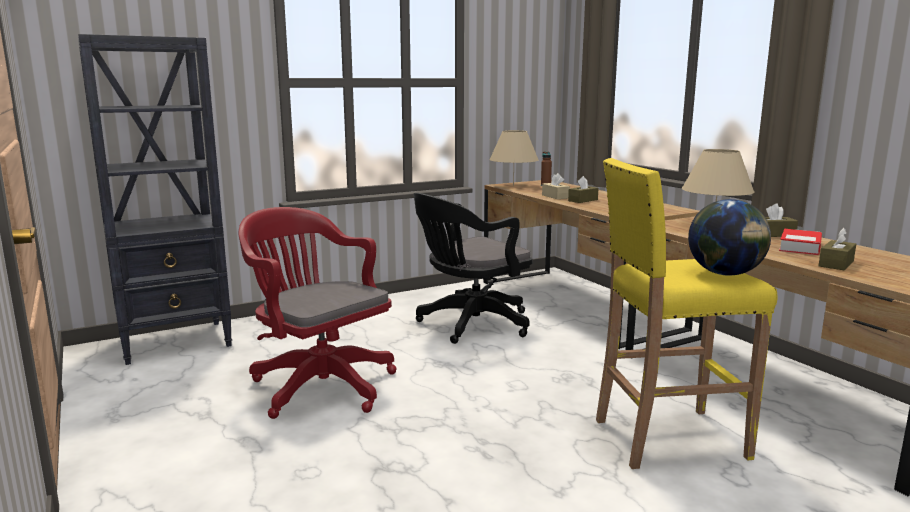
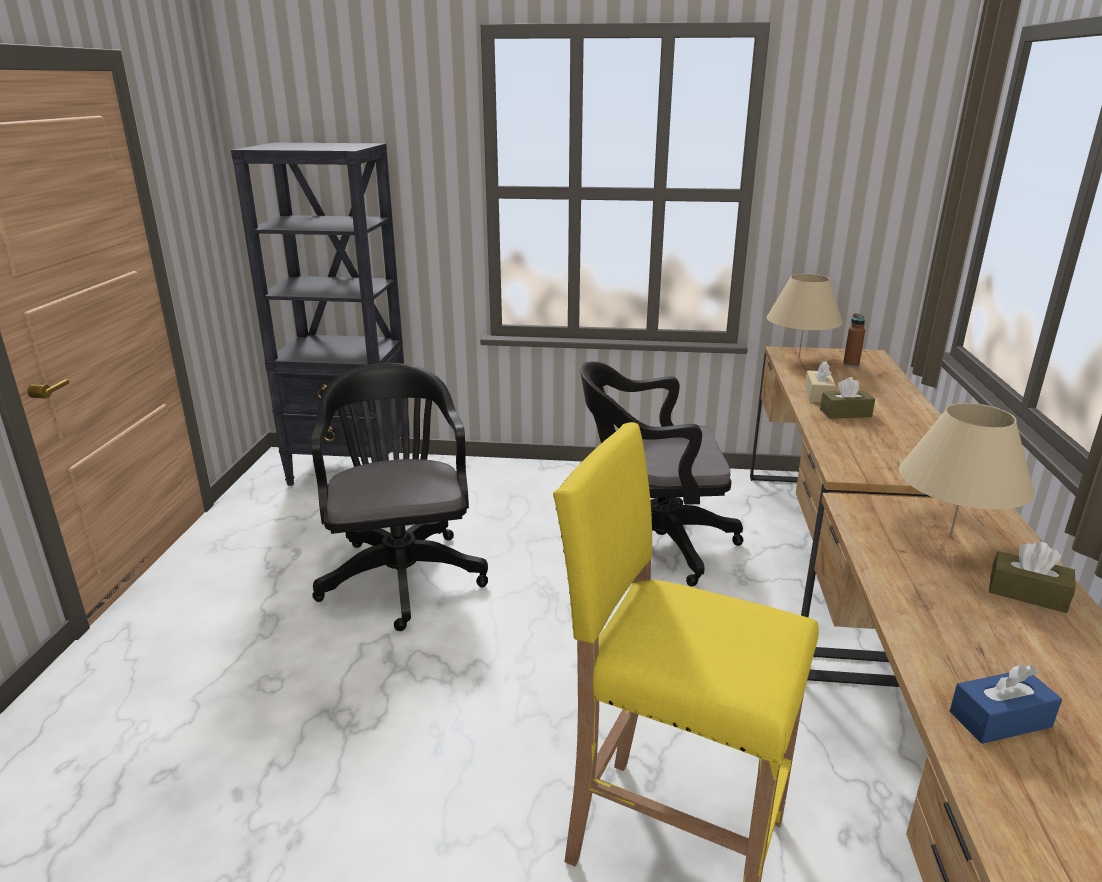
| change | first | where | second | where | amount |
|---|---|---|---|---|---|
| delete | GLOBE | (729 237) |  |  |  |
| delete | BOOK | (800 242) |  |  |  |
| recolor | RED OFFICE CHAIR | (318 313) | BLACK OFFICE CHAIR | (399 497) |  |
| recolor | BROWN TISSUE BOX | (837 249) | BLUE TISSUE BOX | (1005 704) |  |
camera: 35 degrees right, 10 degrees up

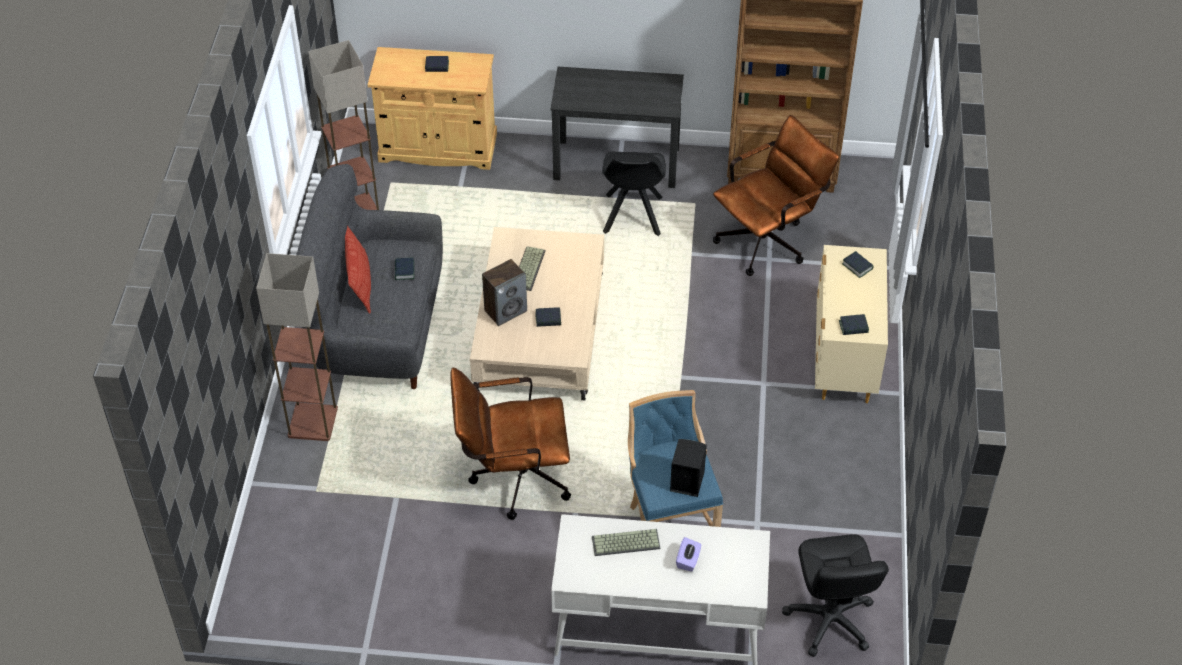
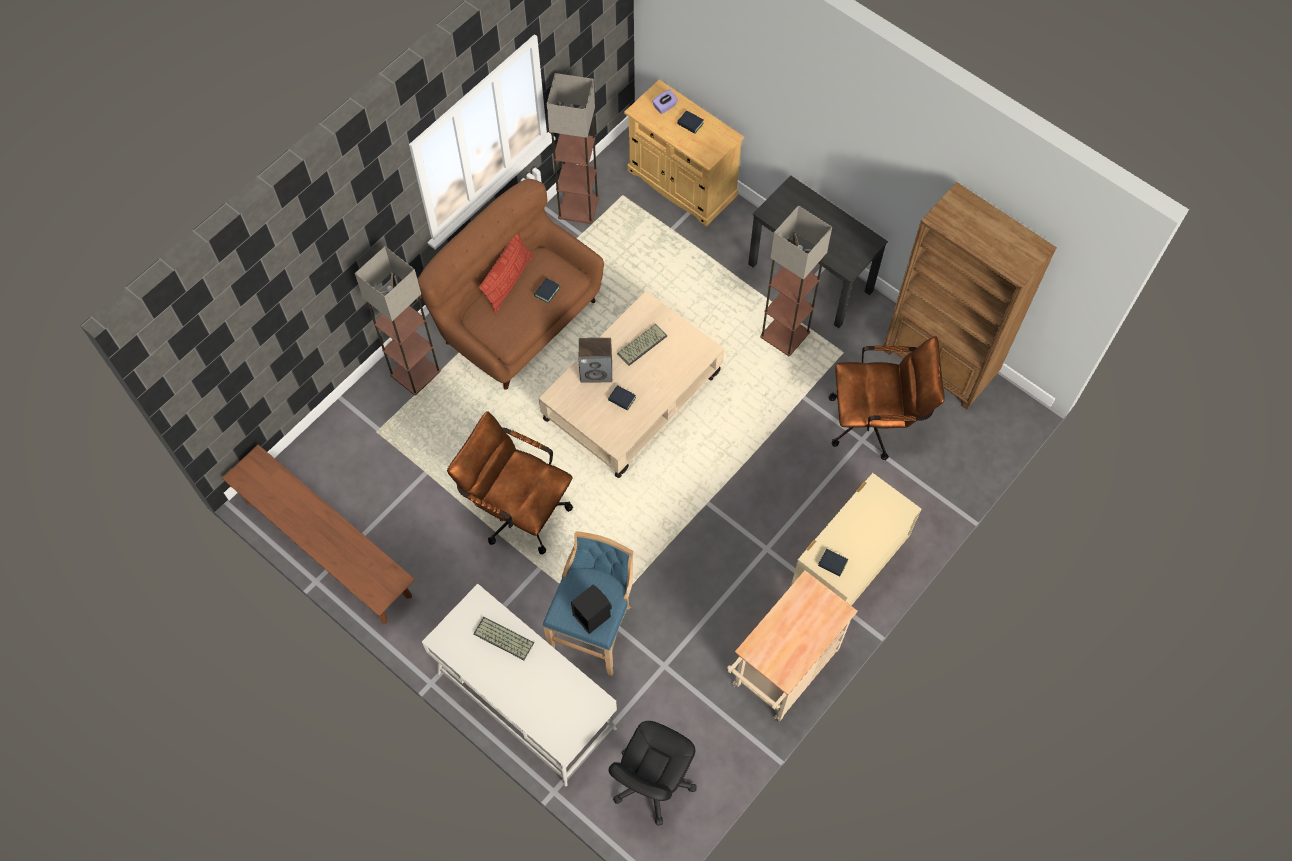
| change | first | where | second | where | amount |
|---|---|---|---|---|---|
| delete | BOOK | (858 264) |  |  |  |
| insert |  |  | BROWN BENCH | (318 534) |  |
| insert |  |  | BEIGE CART | (792 646) |  |
| move | PURPLE TISSUE BOX | (689 554) |  | (665 102) |  |
| replace | BLACK CHAIR | (634 193) | FLOOR LAMP | (796 280) |  |
| recolor | GREY SOFA | (369 276) | BROWN SOFA | (511 284) |  |
camera: 35 degrees right, 15 degrees up

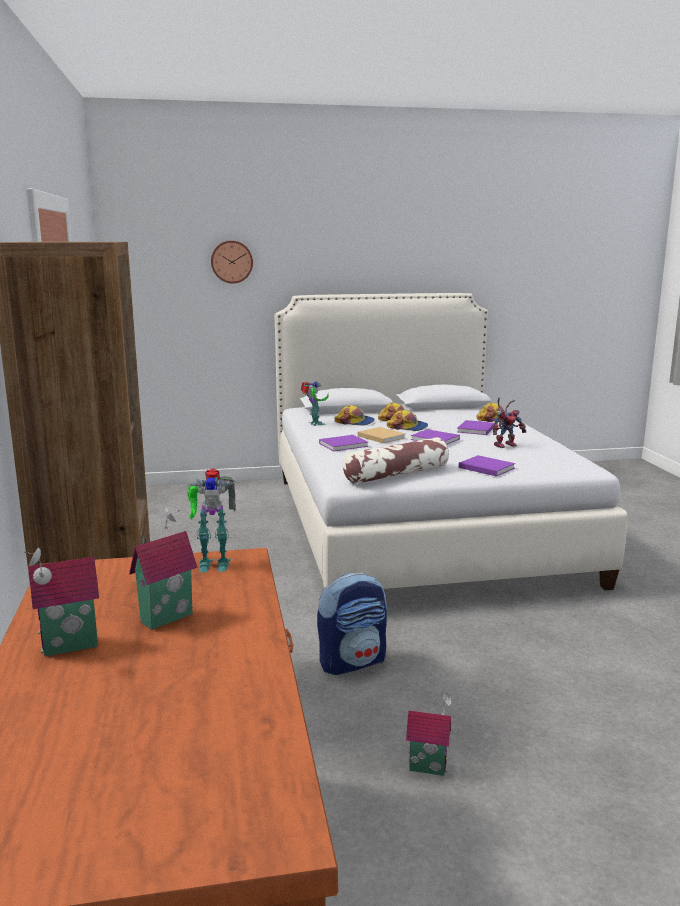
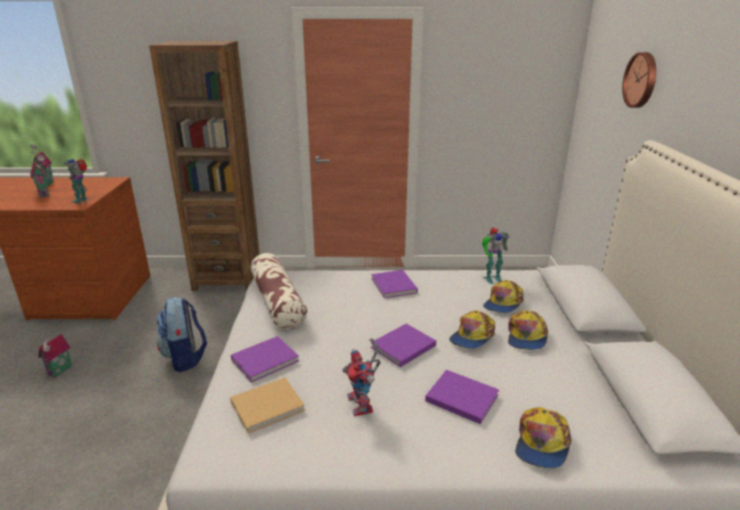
| change | first | where | second | where | amount |
|---|---|---|---|---|---|
| move | BEIGE BOOK | (381 435) |  | (267 406) |  |
camera: 100 degrees right, 10 degrees up

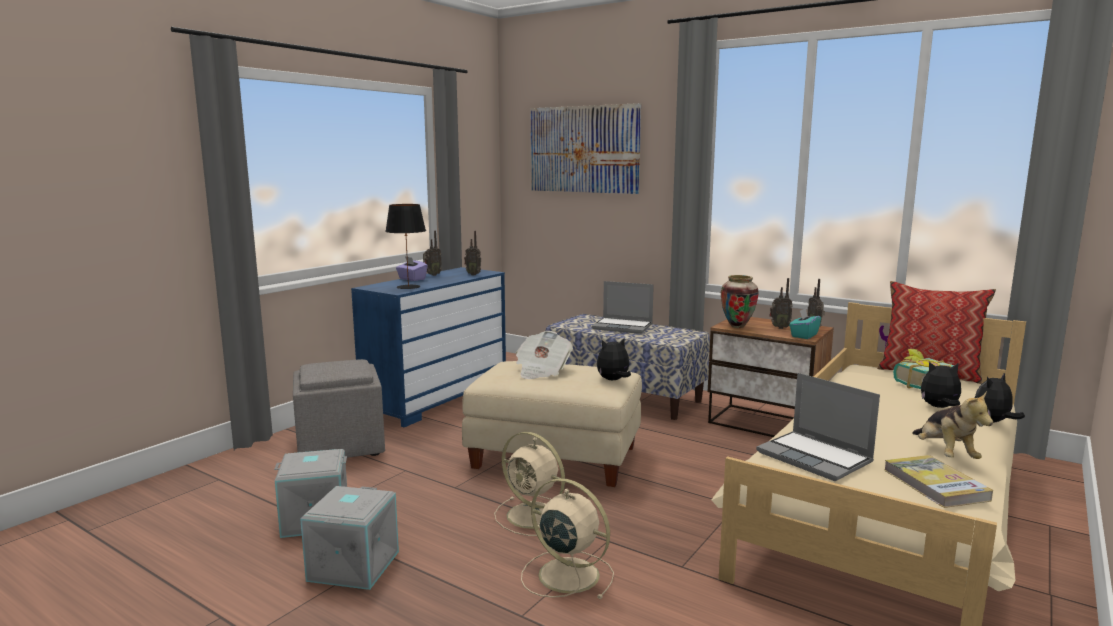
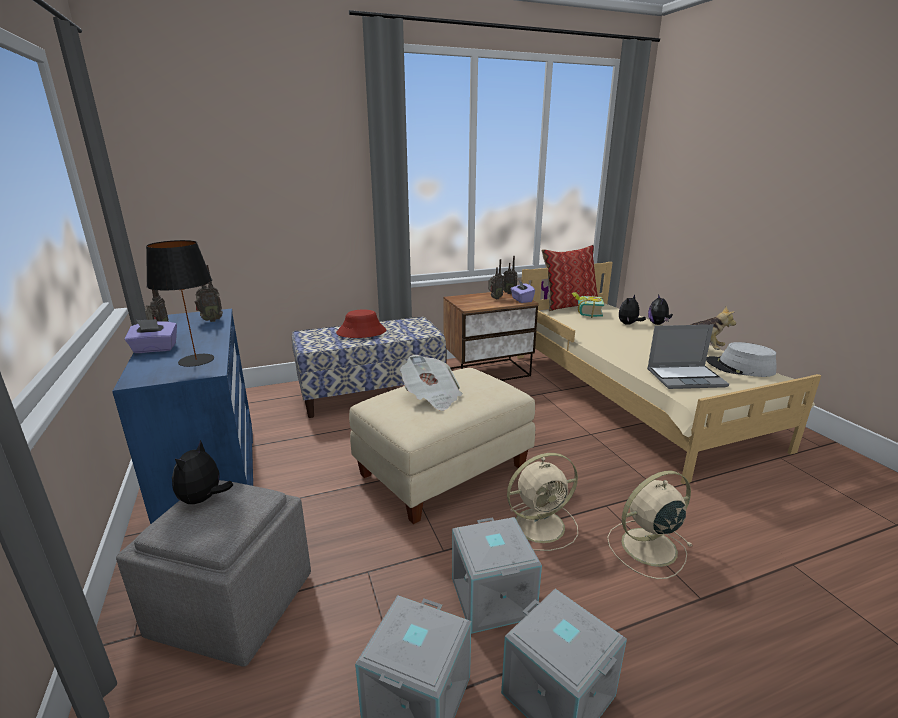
| change | first | where | second | where | amount |
|---|---|---|---|---|---|
| delete | PICTURE | (585 148) |  |  |  |
| delete | VASE | (740 301) |  |  |  |
| insert |  |  | GREY STORAGE BOX | (497 575) |  |
| move | PLUSH TOY | (614 359) |  | (202 472) |  |
| replace | LAPTOP | (623 307) | RED HAT | (361 324) |  |
| replace | BOOK | (938 481) | GREY HAT | (741 359) |  |
| recolor | TURQUOISE TISSUE BOX | (805 323) | PURPLE TISSUE BOX | (522 292) |  |
camera: 55 degrees left, 10 degrees up

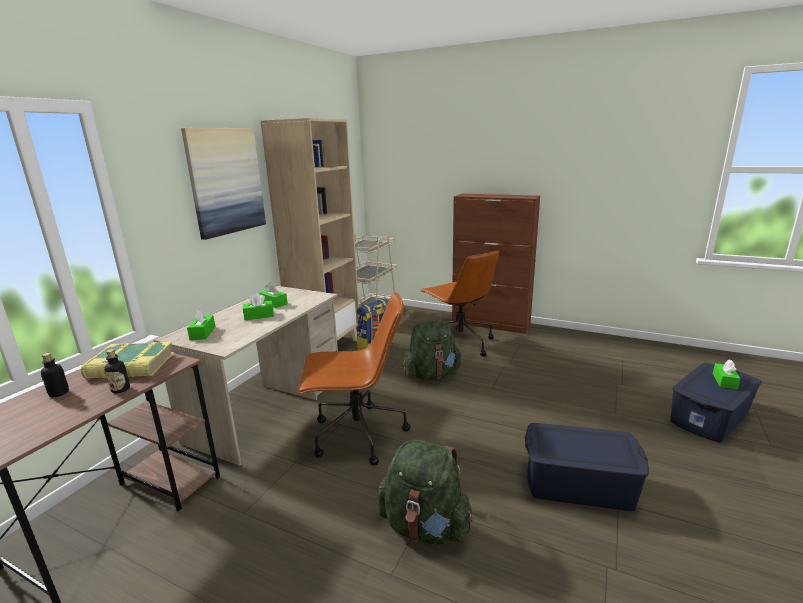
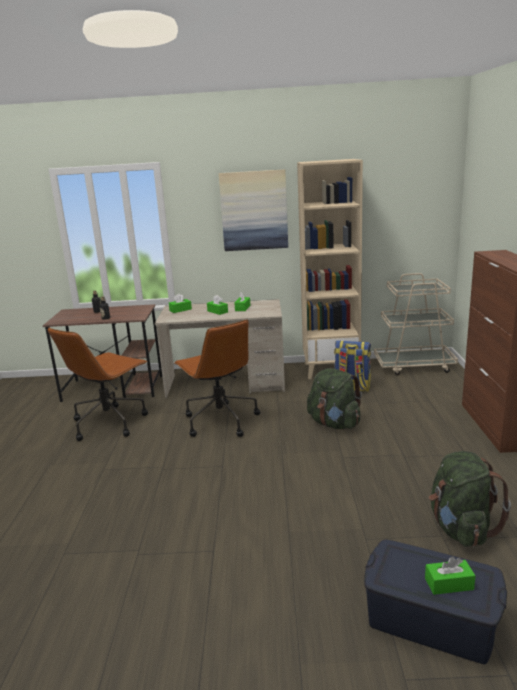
| change | first | where | second | where | amount |
|---|---|---|---|---|---|
| delete | BOOK | (127 360) |  |  |  |
| delete | BLUE STORAGE BOX | (587 467) |  |  |  |
| move | GREEN BACKPACK | (425 492) |  | (470 499) |  |
| move | BROWN OFFICE CHAIR | (459 303) |  | (98 384) |  |
camera: 65 degrees right, 0 degrees up

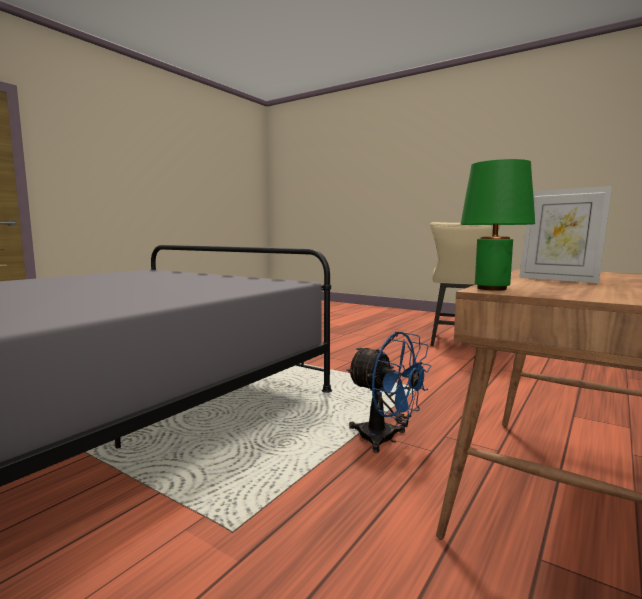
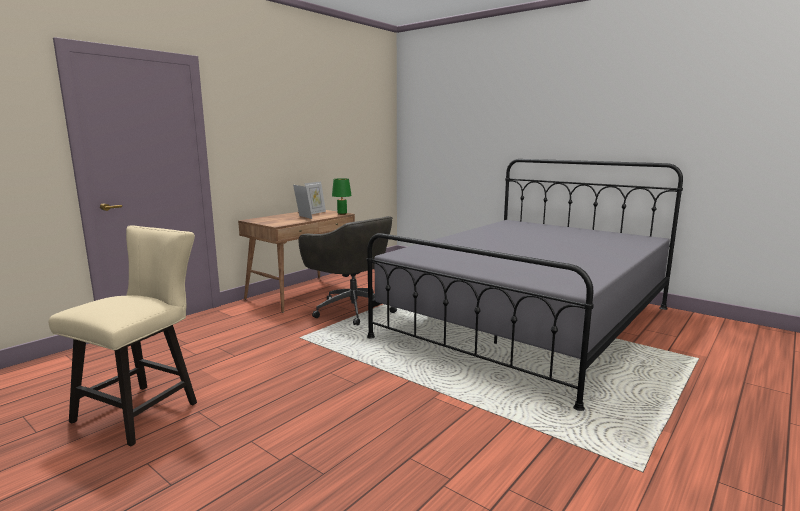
| change | first | where | second | where | amount |
|---|---|---|---|---|---|
| insert |  |  | PICTURE FRAME | (315 197) |  |
| replace | BLUE FAN | (388 392) | GREY OFFICE CHAIR | (348 271) |  |
camera: 175 degrees left, 5 degrees up

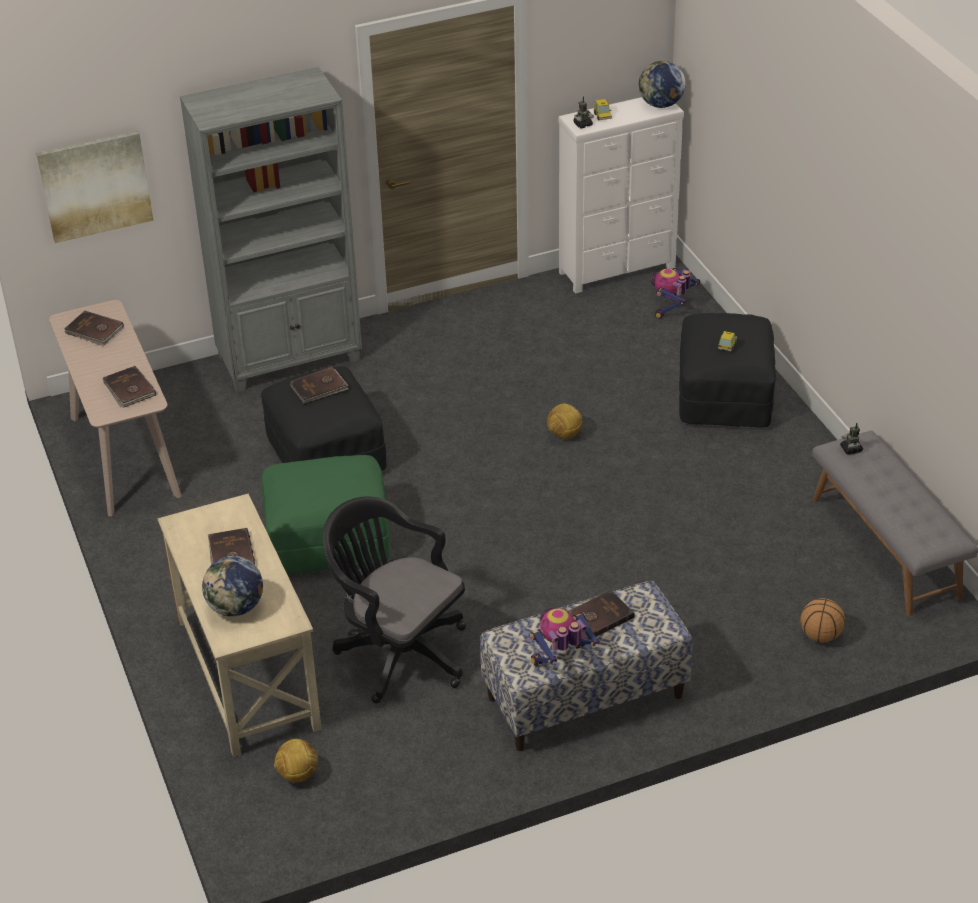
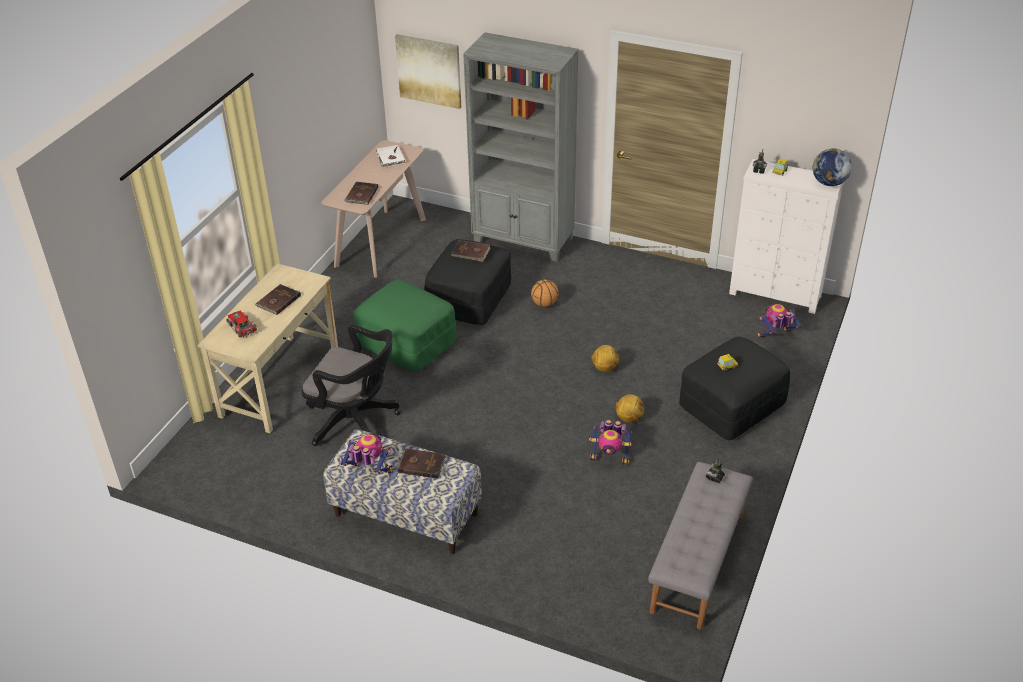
| change | first | where | second | where | amount |
|---|---|---|---|---|---|
| insert |  |  | TOY ROBOT | (610 442) |  |
| move | FOOTBALL | (296 761) |  | (630 408) |  |
| move | BASKETBALL | (822 620) |  | (545 293) |  |
| replace | GLOBE | (232 586) | TOY CAR | (241 324) |  |
| recolor | BROWN BOOK | (94 328) | WHITE BOOK | (391 156) |  |
| rotate | BLACK OFFICE CHAIR | (394 600) |  | (351 385) | 120 degrees clockwise |
camera: 45 degrees right, 0 degrees up

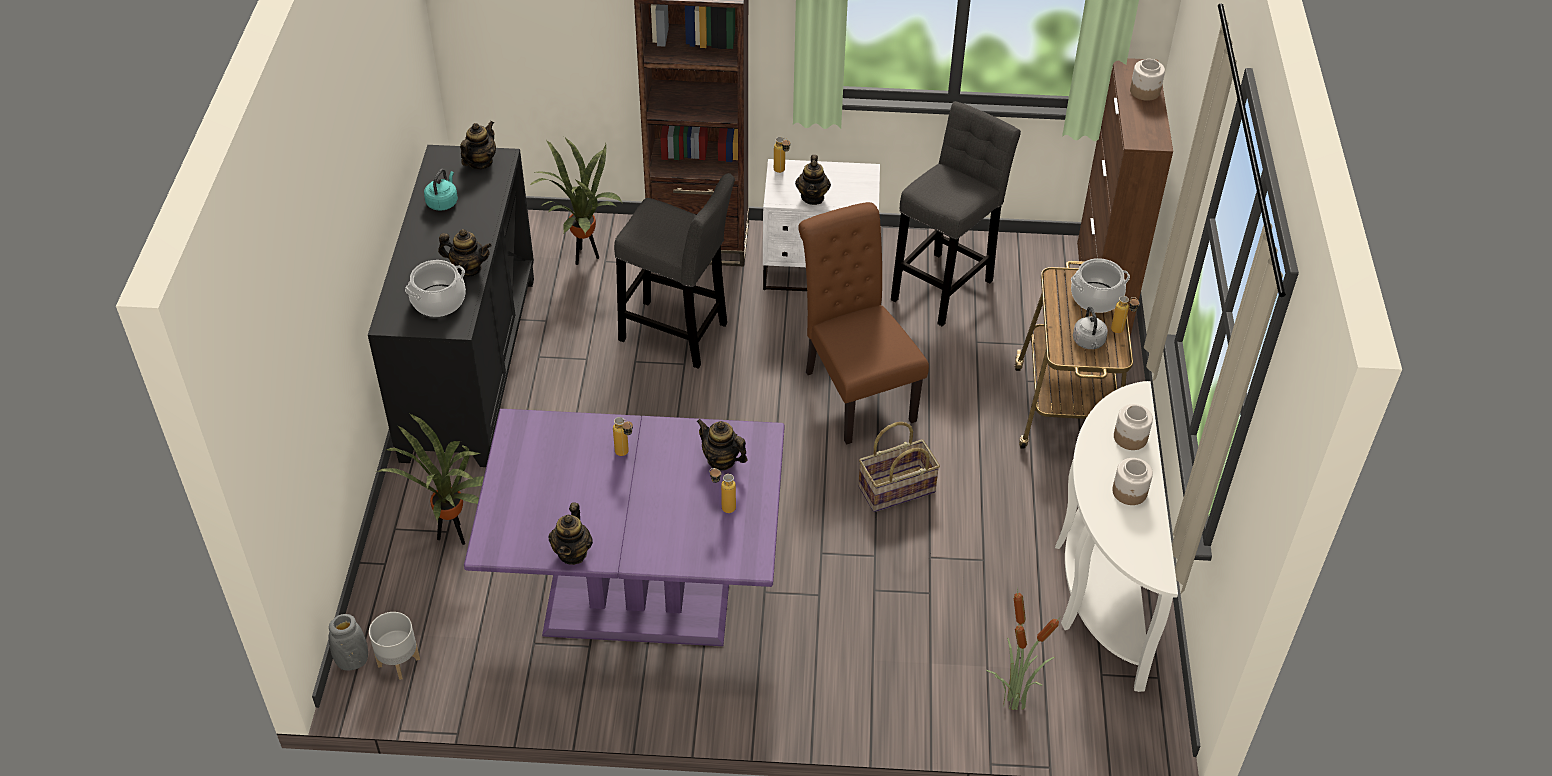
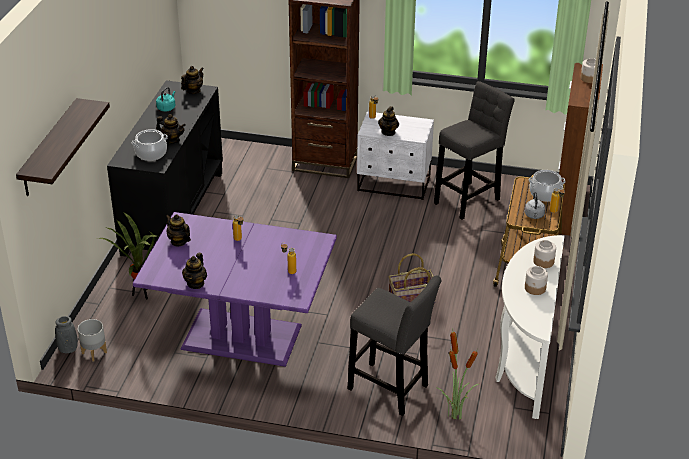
| change | first | where | second | where | amount |
|---|---|---|---|---|---|
| delete | POTTED PLANT | (576 201) |  |  |  |
| delete | BROWN CHAIR | (863 323) |  |  |  |
| insert |  |  | SHELF | (63 147) |  |
| move | GREY STOOL | (674 271) |  | (394 345) |  |
| move | TEAPOT | (722 445) |  | (178 230) |  |
camera: 10 degrees right, 10 degrees down

